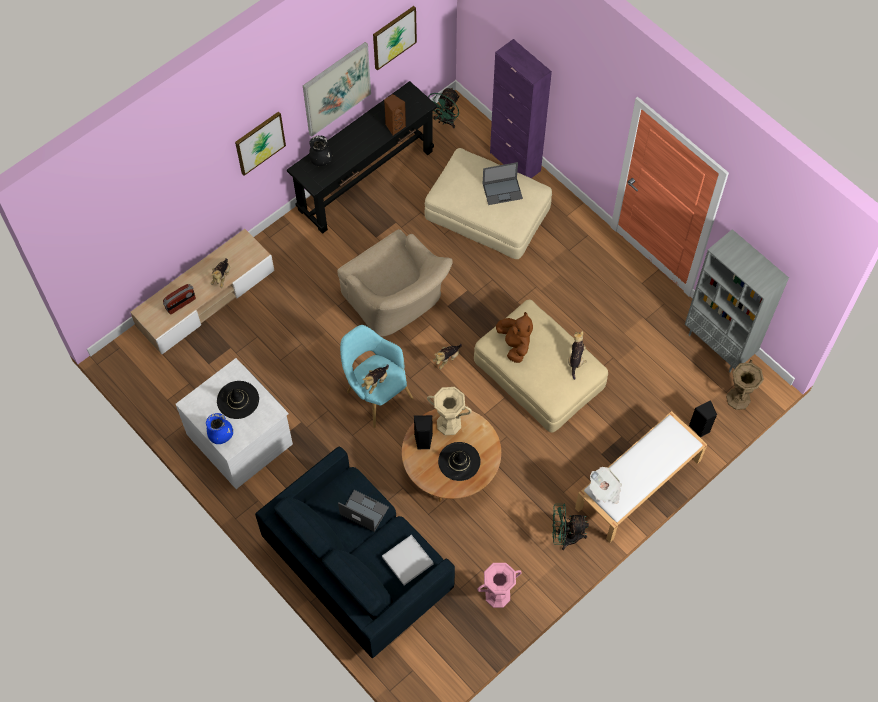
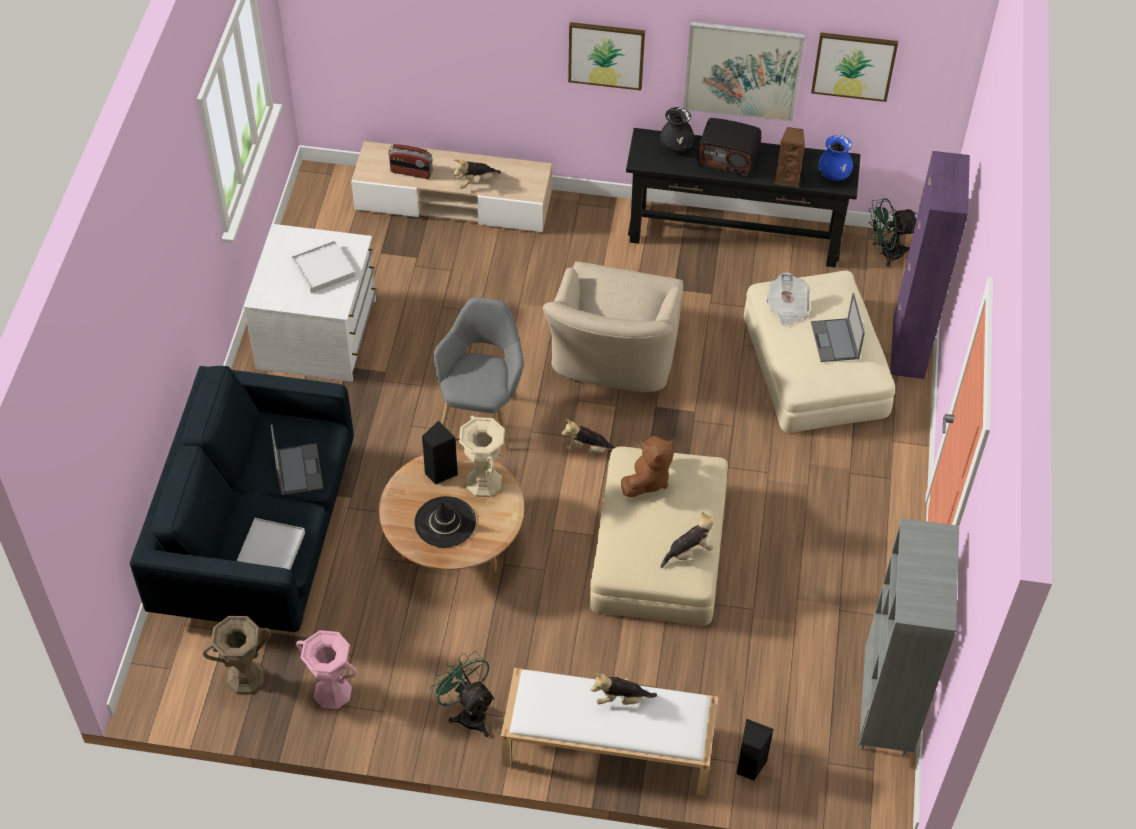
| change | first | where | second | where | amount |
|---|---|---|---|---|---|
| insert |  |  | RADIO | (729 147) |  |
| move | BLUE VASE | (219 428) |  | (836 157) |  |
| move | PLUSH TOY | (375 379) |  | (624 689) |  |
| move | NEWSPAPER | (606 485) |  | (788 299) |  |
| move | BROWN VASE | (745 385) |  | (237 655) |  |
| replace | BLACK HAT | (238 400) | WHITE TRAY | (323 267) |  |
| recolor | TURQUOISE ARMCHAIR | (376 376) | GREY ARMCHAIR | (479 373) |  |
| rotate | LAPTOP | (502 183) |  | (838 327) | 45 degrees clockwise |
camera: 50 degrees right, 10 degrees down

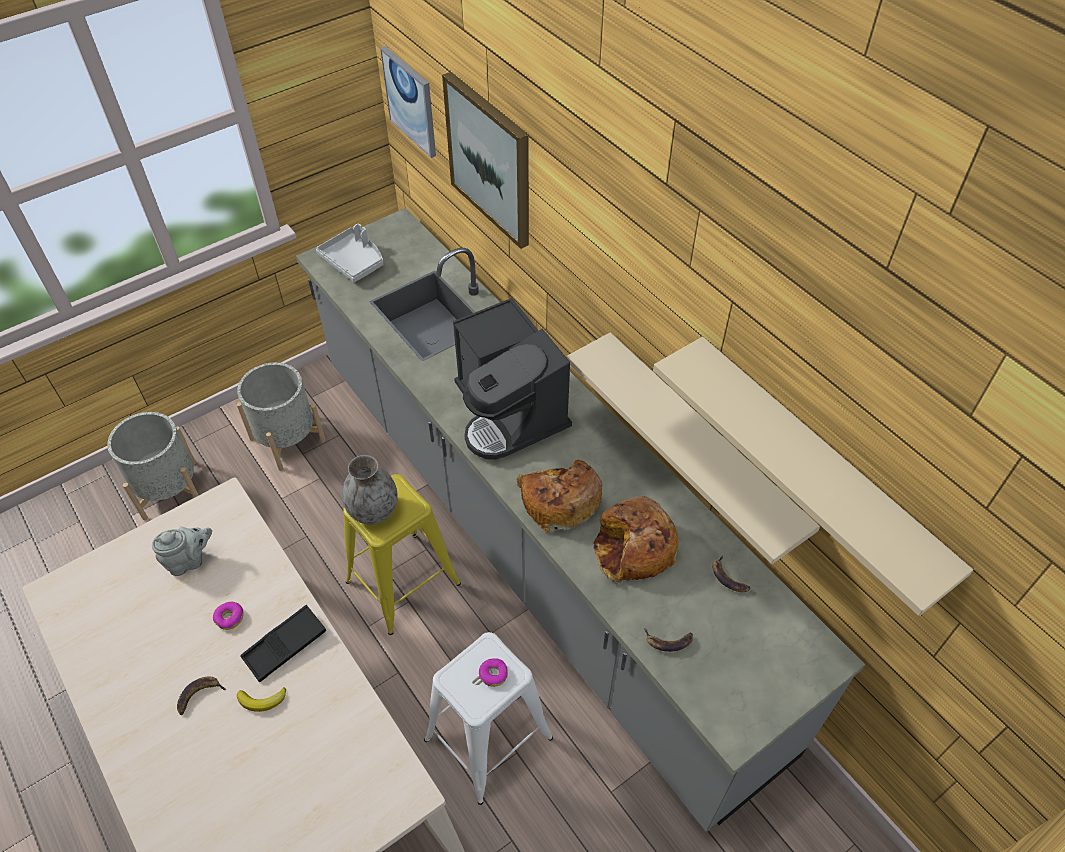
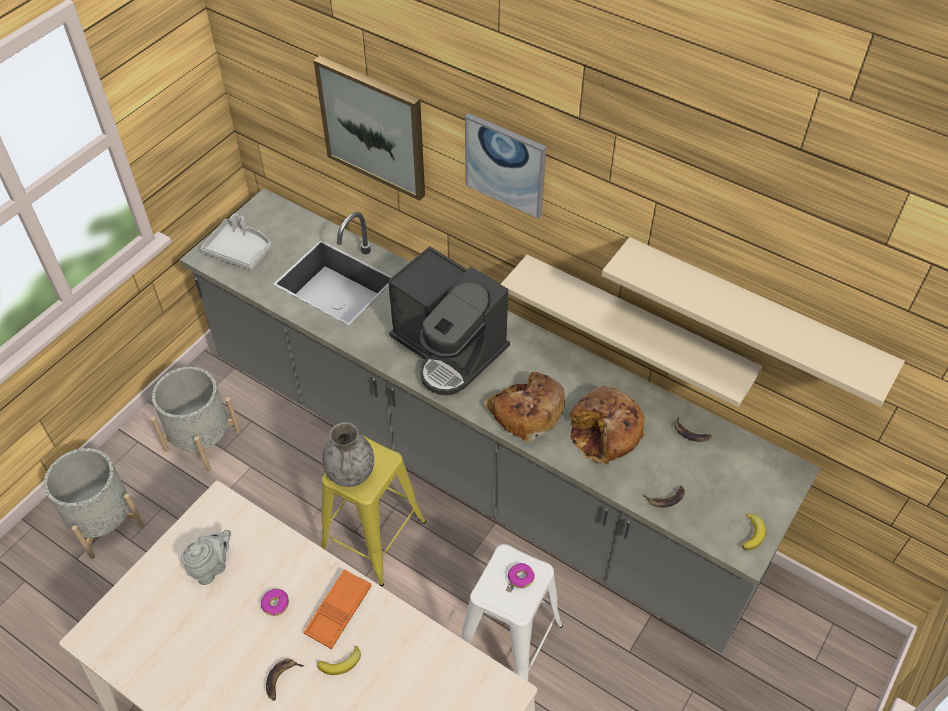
| change | first | where | second | where | amount |
|---|---|---|---|---|---|
| insert |  |  | BANANA | (754 532) |  |
| move | PICTURE | (408 102) |  | (506 166) |  |
| recolor | BLACK TRAY | (283 643) | ORANGE TRAY | (338 609) |  |
camera: 20 degrees left, 0 degrees up

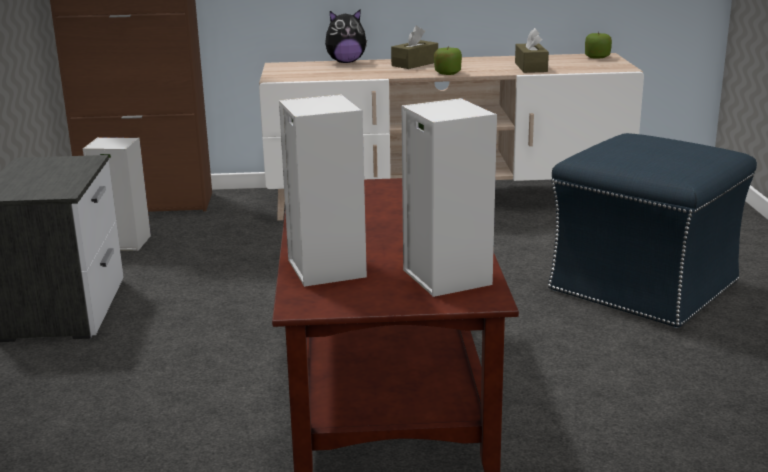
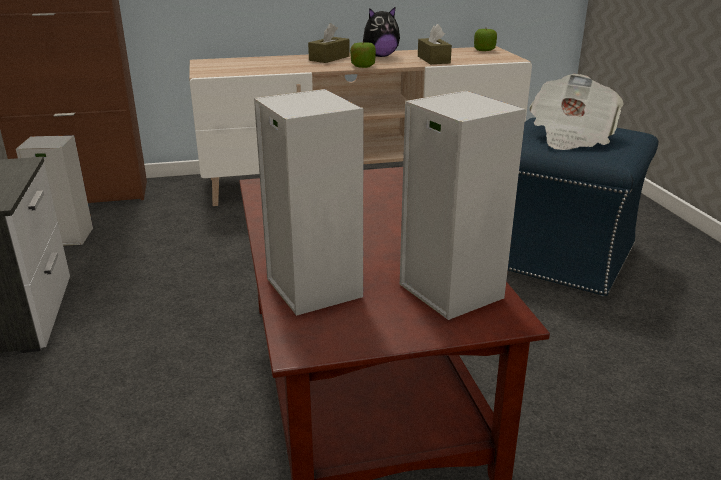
| change | first | where | second | where | amount |
|---|---|---|---|---|---|
| insert |  |  | NEWSPAPER | (576 112) |  |
| move | PLUSH TOY | (346 36) |  | (381 32) |  |
camera: 10 degrees left, 5 degrees up

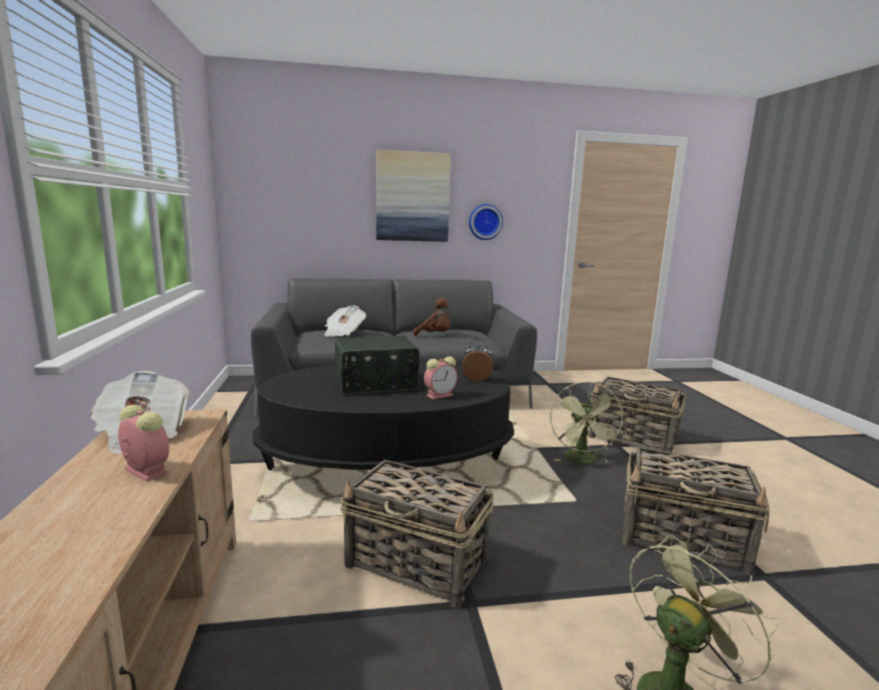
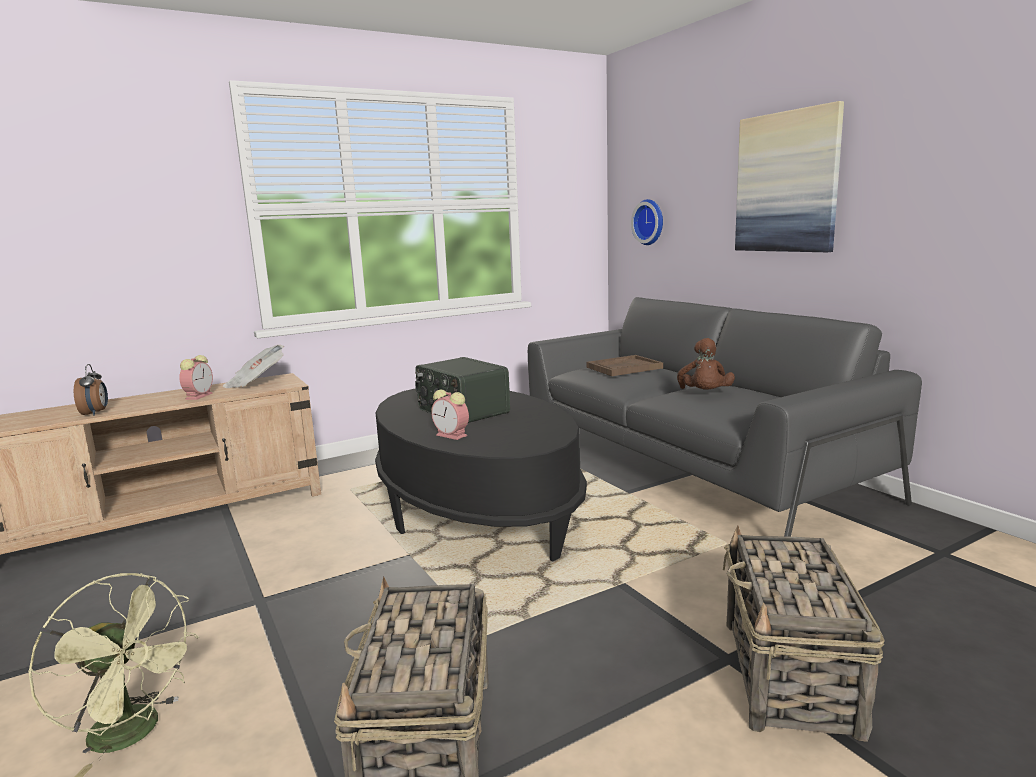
| change | first | where | second | where | amount |
|---|---|---|---|---|---|
| delete | BASKET | (417 534) |  |  |  |
| delete | GREEN FAN | (587 423) |  |  |  |
| move | ALARM CLOCK | (477 360) |  | (91 390) |  |
| move | WALL CLOCK | (486 222) |  | (647 222) |  |
| replace | NEWSPAPER | (345 321) | BROWN TRAY | (625 365) |  |
camera: 70 degrees right, 0 degrees up

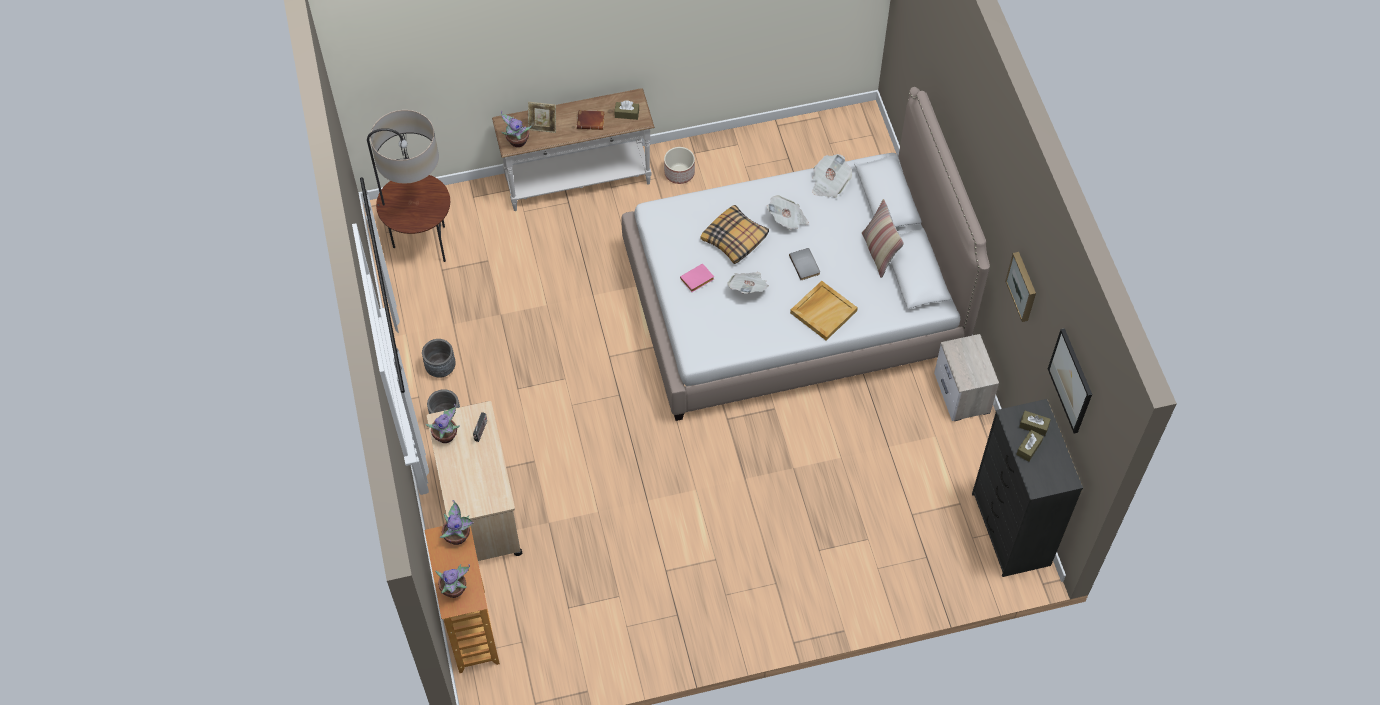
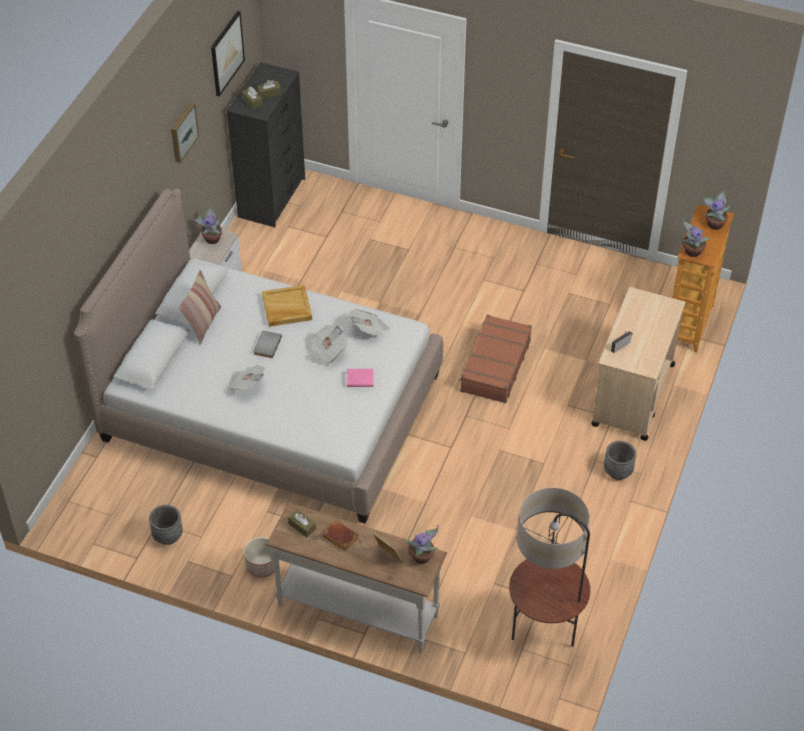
| change | first | where | second | where | amount |
|---|---|---|---|---|---|
| delete | PILLOW | (734 234) |  |  |  |
| insert |  |  | BROWN SUITCASE | (495 359) |  |
| move | GREY PLANTER | (439 358) |  | (166 525) |  |
| move | POTTED PLANT | (442 423) |  | (207 224) |  |
| move | NEWSPAPER | (832 176) |  | (369 322) |  |
camera: 145 degrees left, 10 degrees down

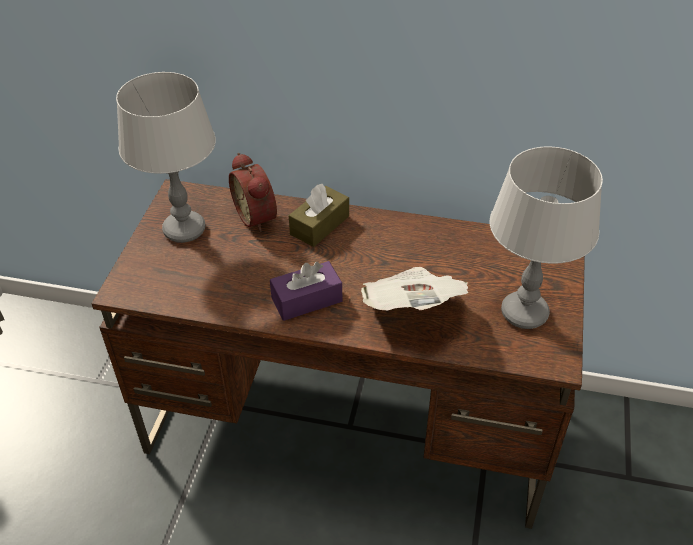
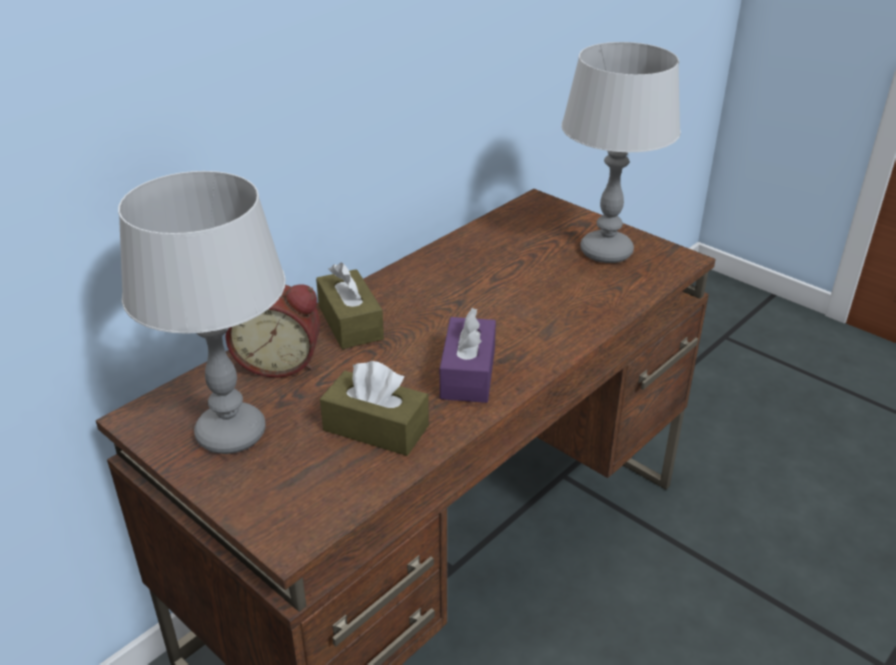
| change | first | where | second | where | amount |
|---|---|---|---|---|---|
| delete | NEWSPAPER | (414 289) |  |  |  |
| insert |  |  | BROWN TISSUE BOX | (374 408) |  |
camera: 60 degrees left, 10 degrees down

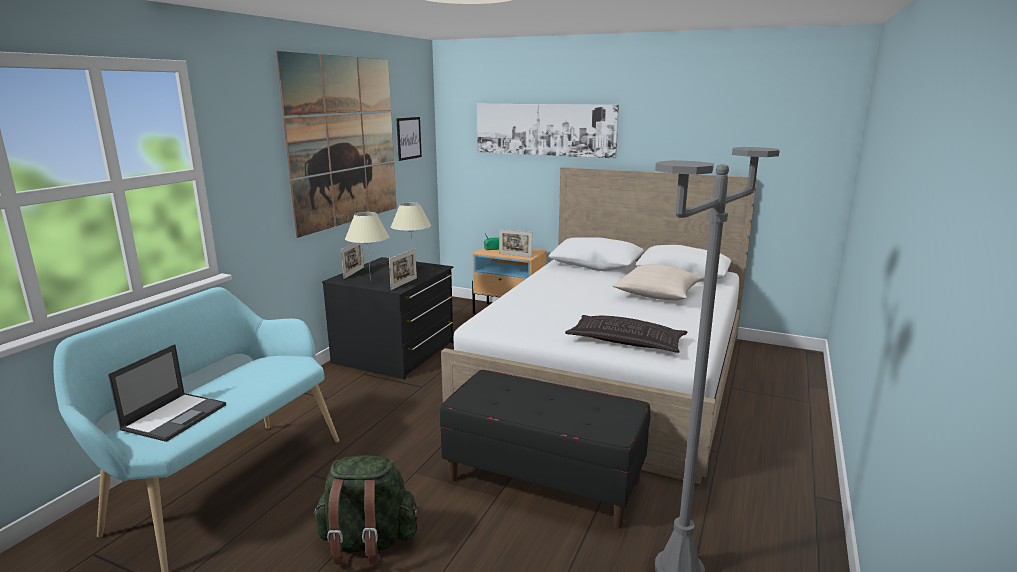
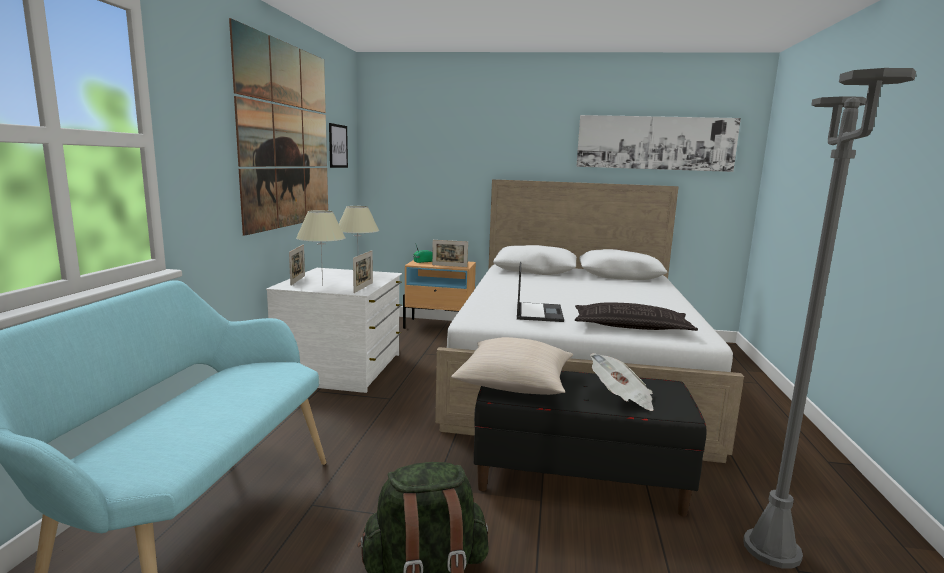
| change | first | where | second | where | amount |
|---|---|---|---|---|---|
| insert |  |  | NEWSPAPER | (621 382) |  |
| move | LAPTOP | (167 393) |  | (540 292) |  |
| move | PICTURE | (548 130) |  | (658 143) |  |
| move | BEIGE PILLOW | (658 282) |  | (512 366) |  |
| recolor | BLACK DRESSER | (388 318) | WHITE DRESSER | (334 330) |  |
camera: 15 degrees left, 5 degrees down

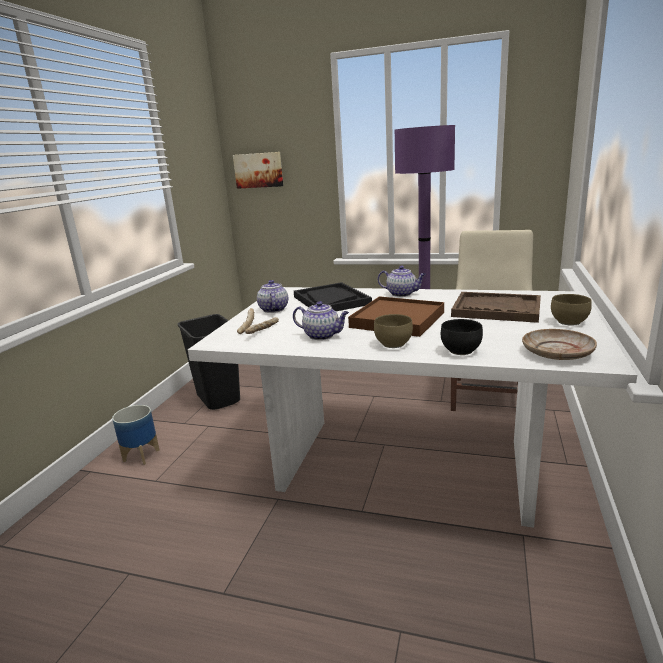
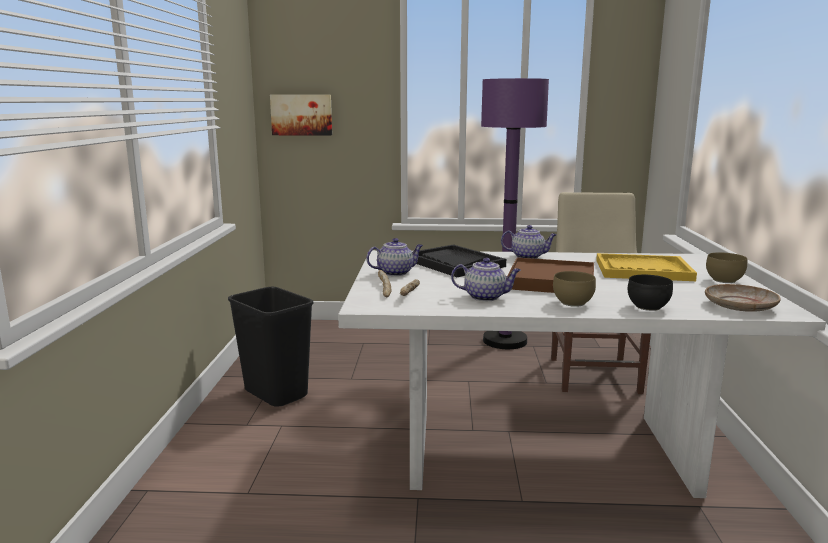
| change | first | where | second | where | amount |
|---|---|---|---|---|---|
| delete | PLANTER | (136 435) |  |  |  |
| recolor | BROWN TRAY | (496 307) | YELLOW TRAY | (646 267) |  |
| rotate | TEAPOT | (272 296) |  | (394 257) | 90 degrees clockwise |
camera: 15 degrees left, 5 degrees down

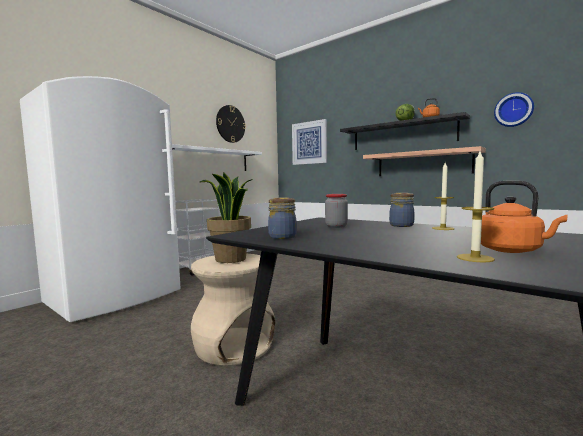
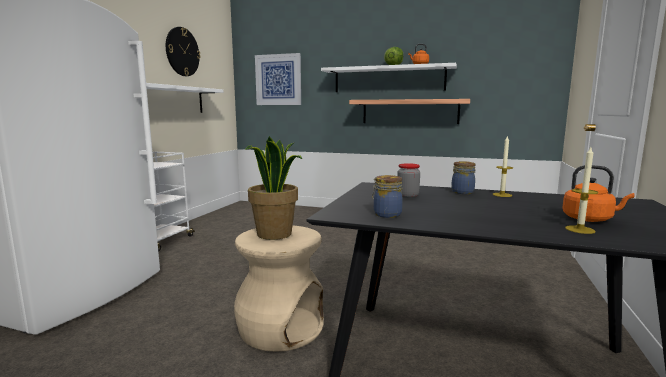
| change | first | where | second | where | amount |
|---|---|---|---|---|---|
| delete | WALL CLOCK | (514 109) |  |  |  |
| recolor | BLACK SHELF | (405 131) | WHITE SHELF | (389 77) |  |
camera: 20 degrees left, 5 degrees up

